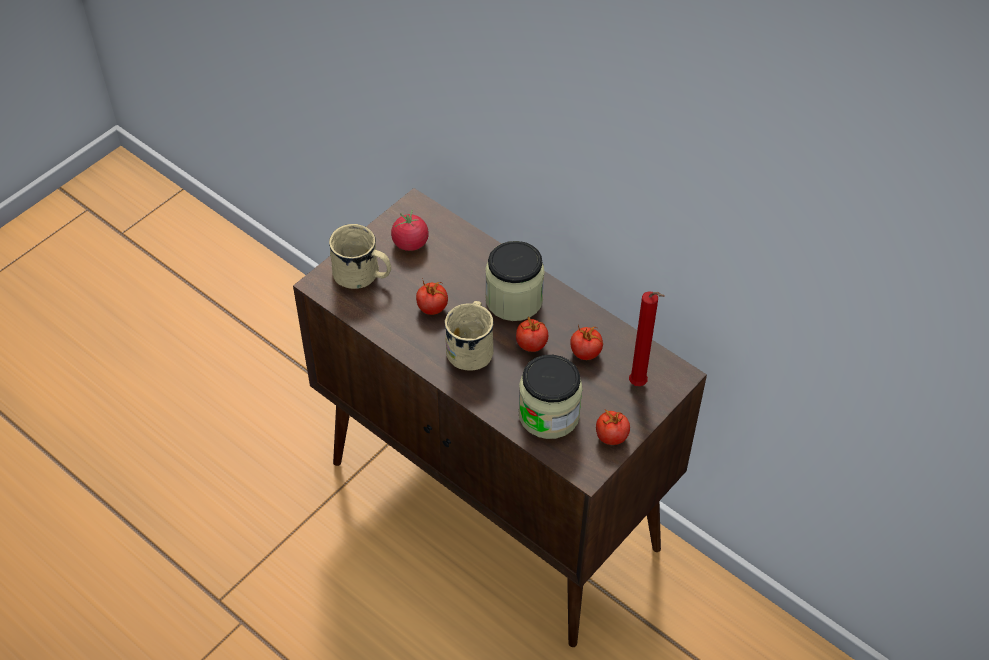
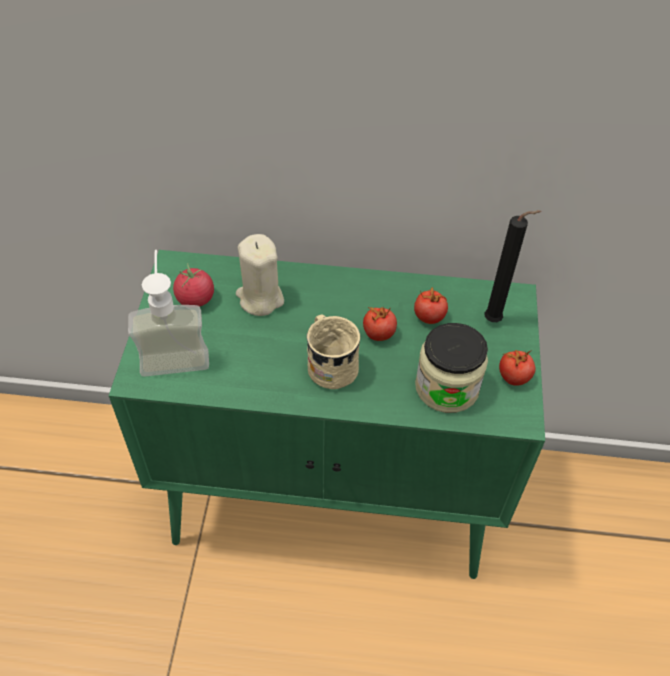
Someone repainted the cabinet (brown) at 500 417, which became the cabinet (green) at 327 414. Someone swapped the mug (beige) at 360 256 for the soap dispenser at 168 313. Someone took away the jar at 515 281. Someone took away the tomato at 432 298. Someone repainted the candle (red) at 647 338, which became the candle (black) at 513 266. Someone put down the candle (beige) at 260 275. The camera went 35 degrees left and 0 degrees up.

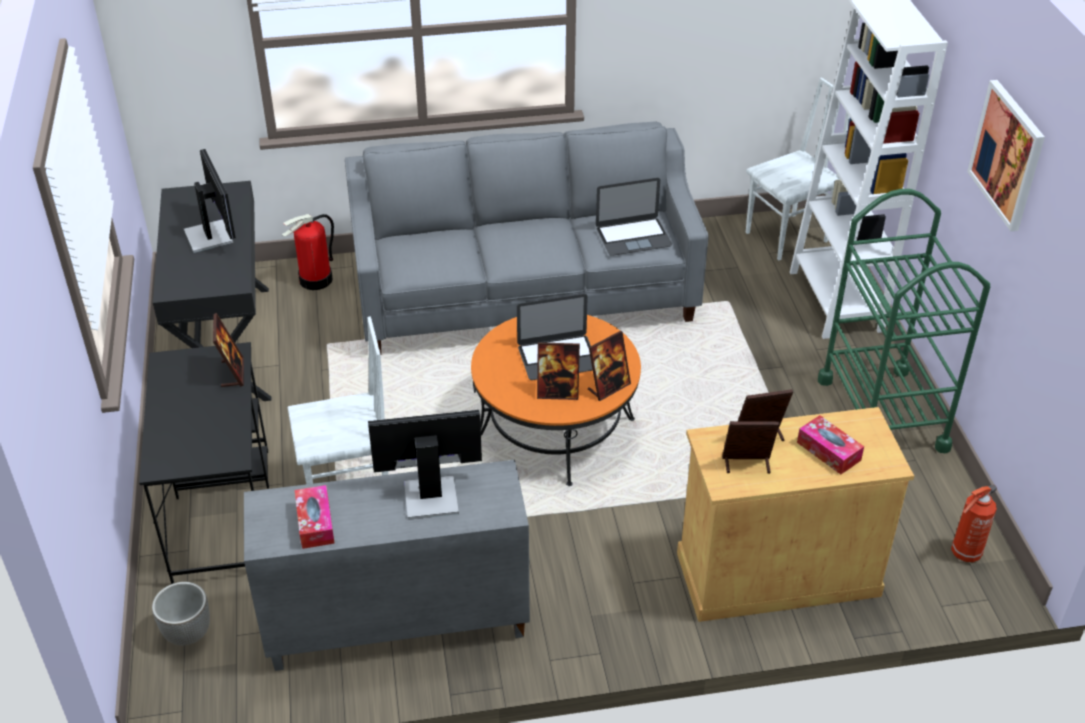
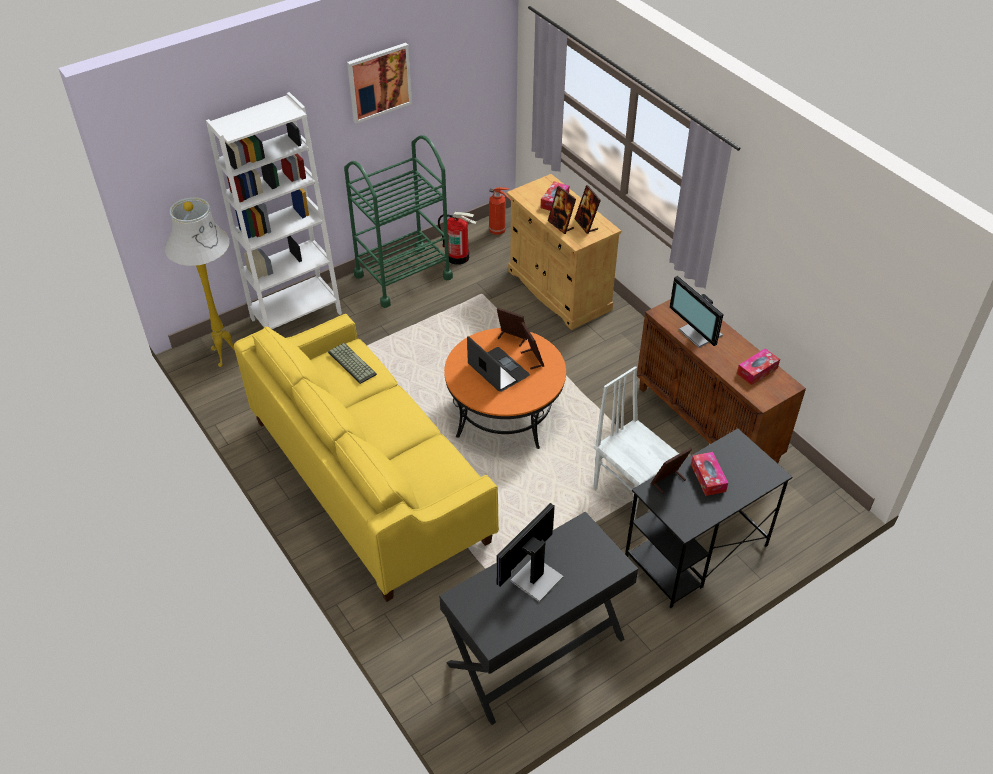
Someone swapped the chair (white) at 798 168 for the floor lamp (white) at 200 282. Someone repainted the sofa (grey) at 526 238, which became the sofa (yellow) at 366 458. Someone swapped the laptop at 634 217 for the keyboard at 352 363. Someone carried the fire extinguisher from 308 252 to 457 238. Someone repainted the cabinet (grey) at 387 565, which became the cabinet (brown) at 721 381. Someone took away the planter at 181 613. Someone put down the tissue box at 709 474. The camera went 115 degrees left and 5 degrees up.

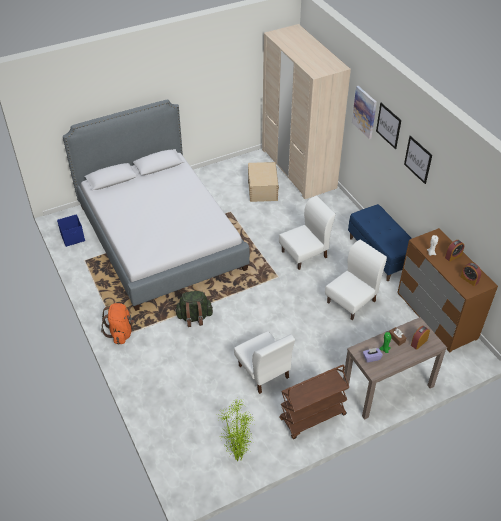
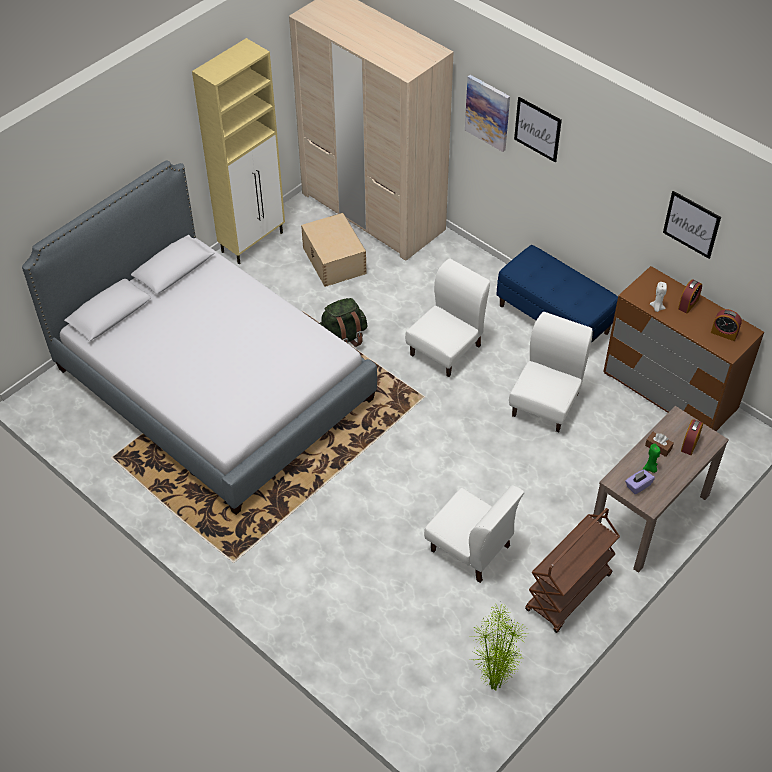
Someone carried the picture from 418 160 to 692 225. Someone took away the storage box (blue) at 71 230. Someone carried the backpack (green) from 194 309 to 343 322. Someone took away the backpack (orange) at 118 323. Someone put down the cabinet (beige) at 238 151. The camera went 20 degrees left and 5 degrees up.

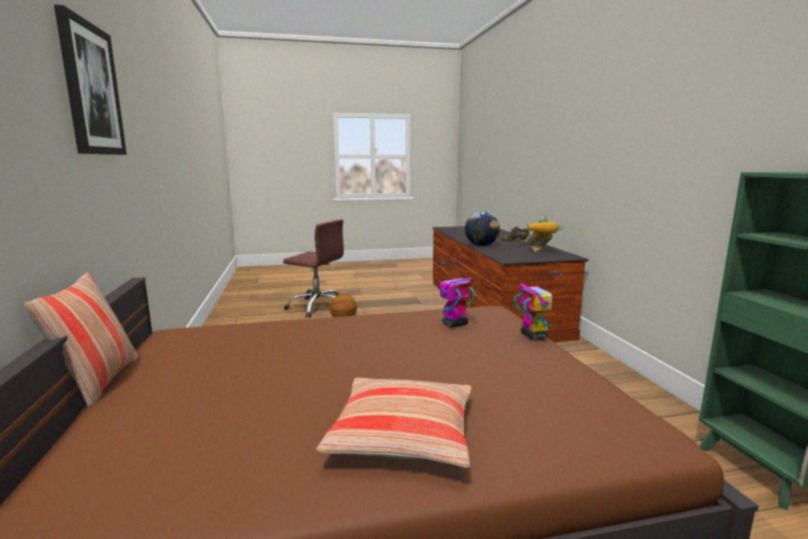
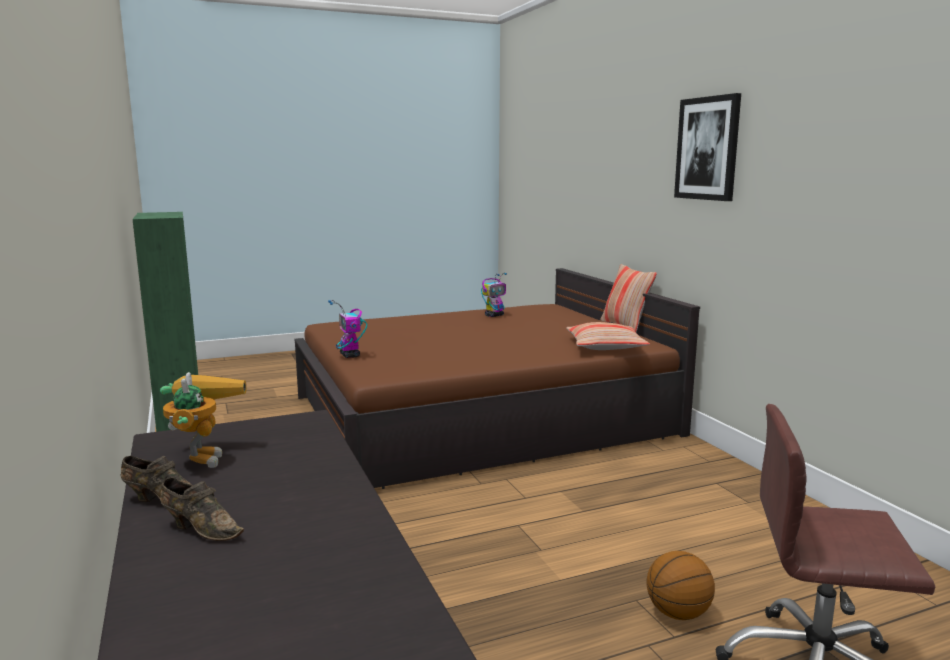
Someone took away the globe at 482 229. Someone carried the toy robot from 457 294 to 494 295. Someone carried the pillow from 394 422 to 608 336. The camera went 170 degrees right and 0 degrees up.

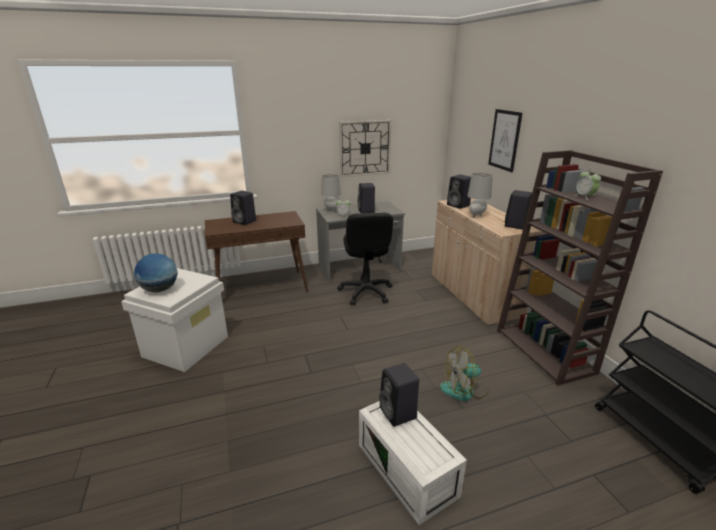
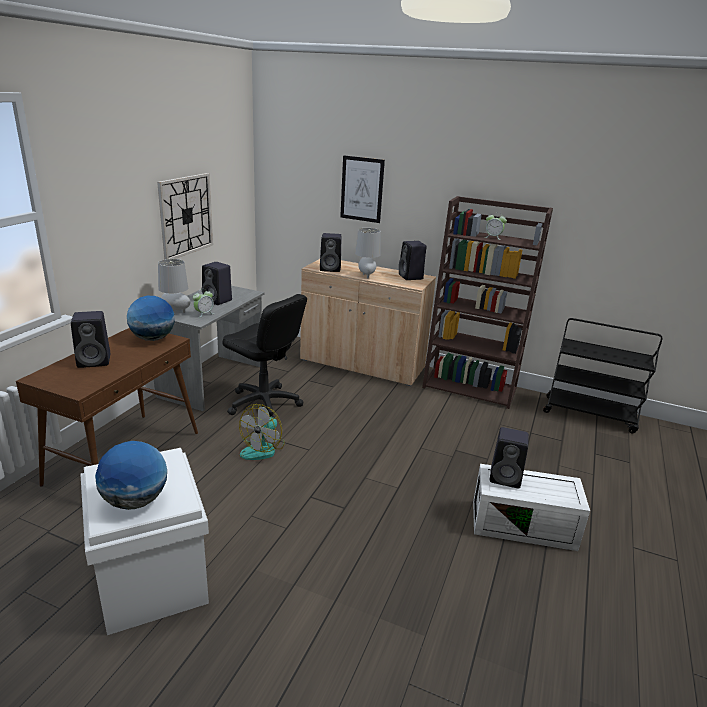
Someone carried the fan from 464 373 to 262 432. Someone put down the globe at 151 318. The camera went 50 degrees left and 0 degrees up.

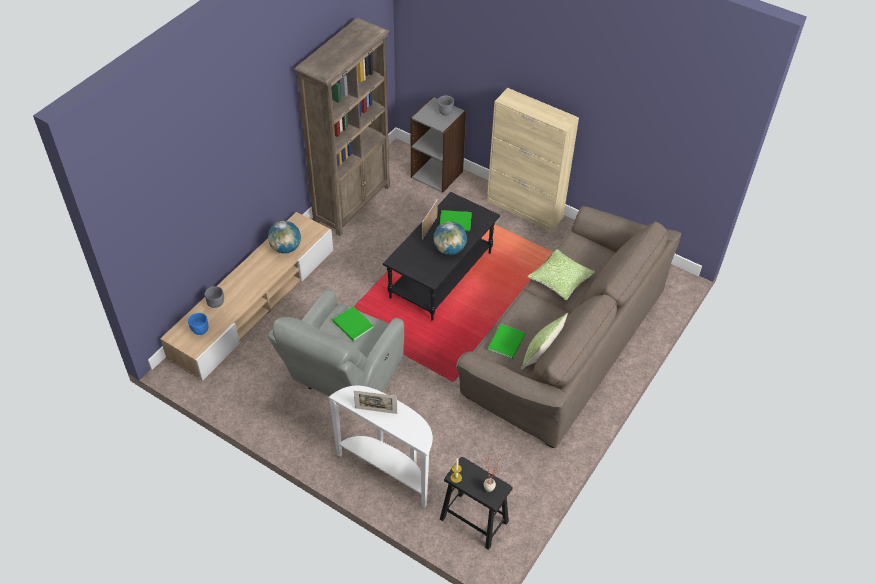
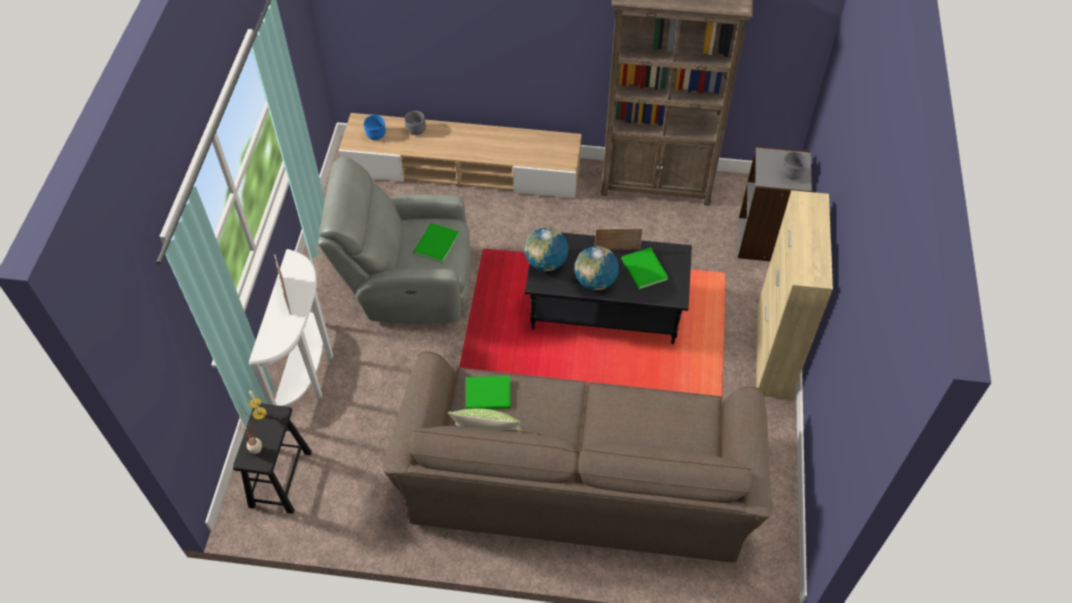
Someone carried the globe from 284 237 to 546 249. Someone took away the pillow at 561 274. The camera went 65 degrees right and 5 degrees up.

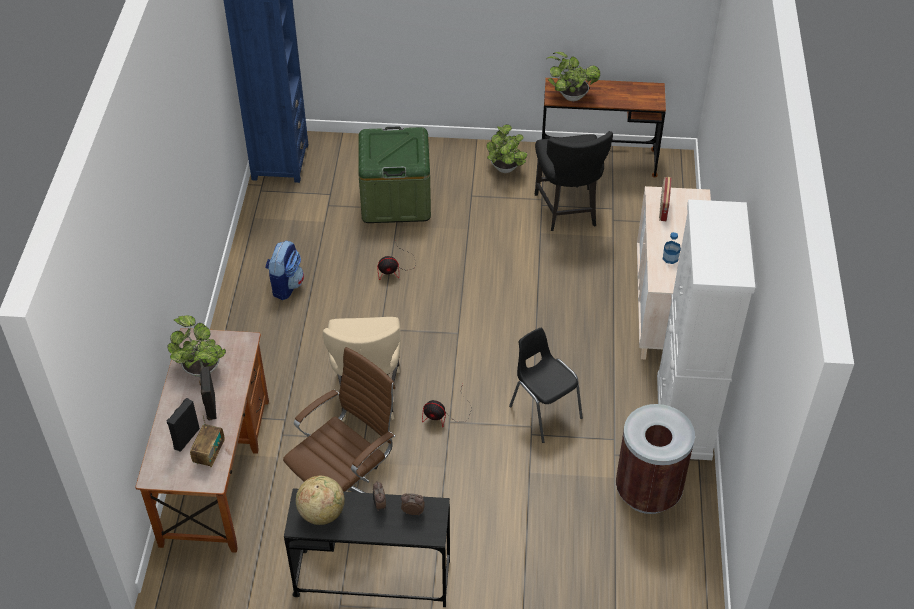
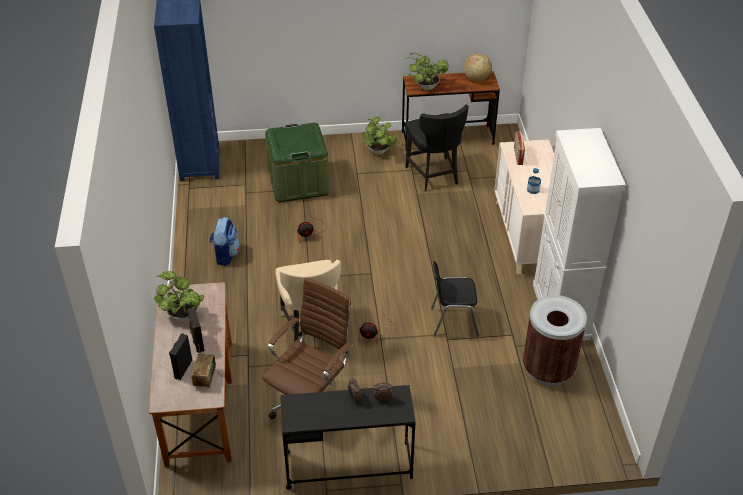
Someone rotated the chair (black) at 546 385 by 45 degrees counterclockwise. Someone carried the globe from 320 500 to 478 67. The camera went 10 degrees left and 5 degrees down.

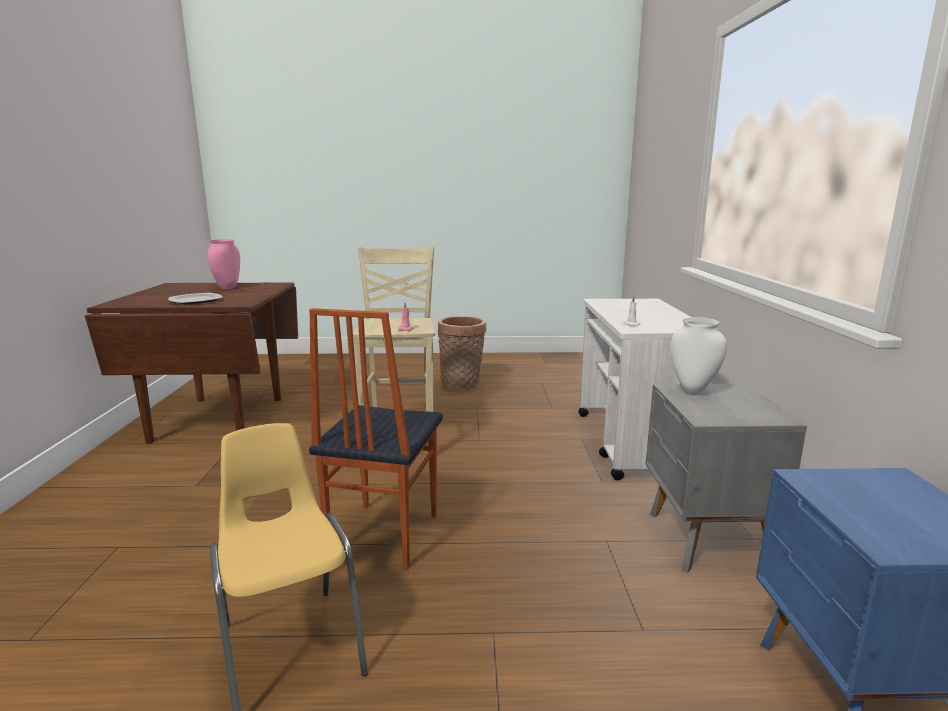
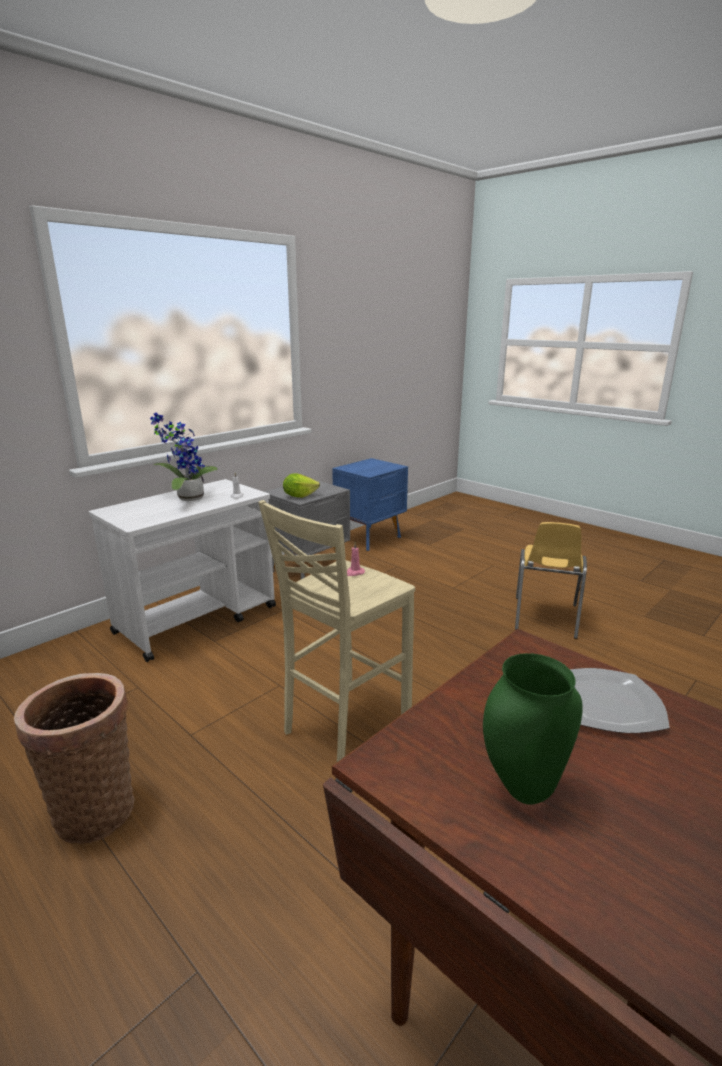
Someone repainted the vase (pink) at 223 264, which became the vase (green) at 533 729. Someone took away the chair at 376 438. Someone swapped the vase (white) at 698 356 for the lettuce at 301 485. Someone put down the potted plant at 184 456. The camera went 135 degrees left and 5 degrees up.

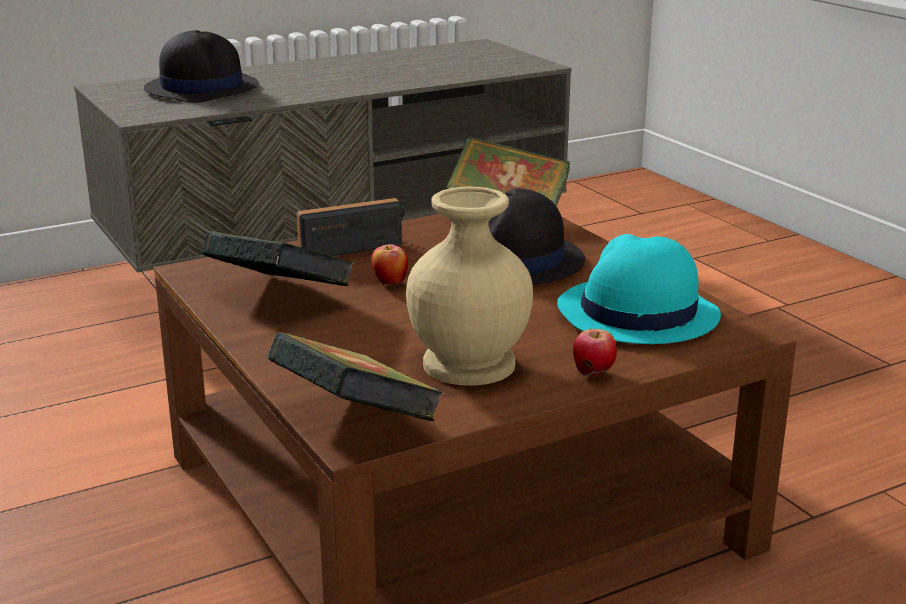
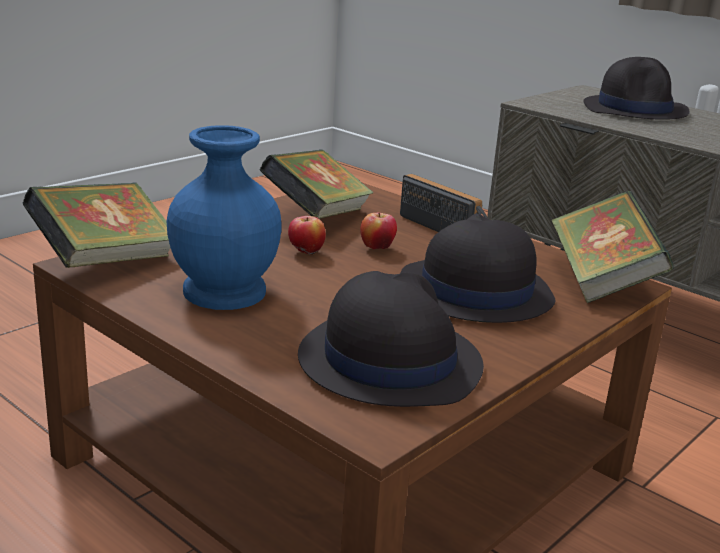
Someone repainted the vase (beige) at 469 286, which became the vase (blue) at 224 218. Someone repainted the hat (turquoise) at 639 289, which became the hat (black) at 391 339. Someone carried the apple from 595 352 to 307 235. The camera went 70 degrees right and 0 degrees up.

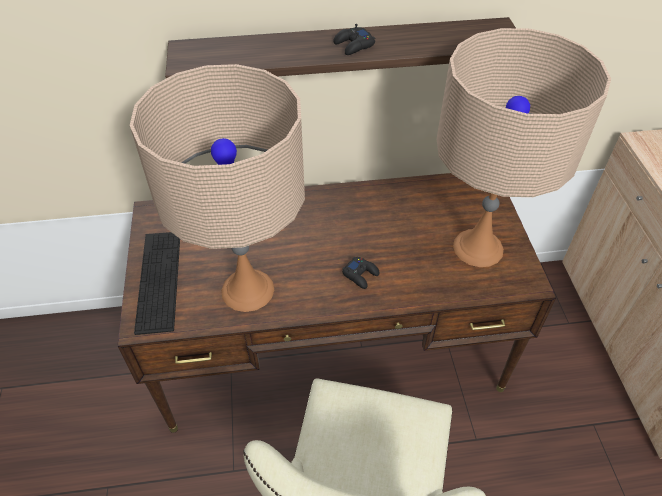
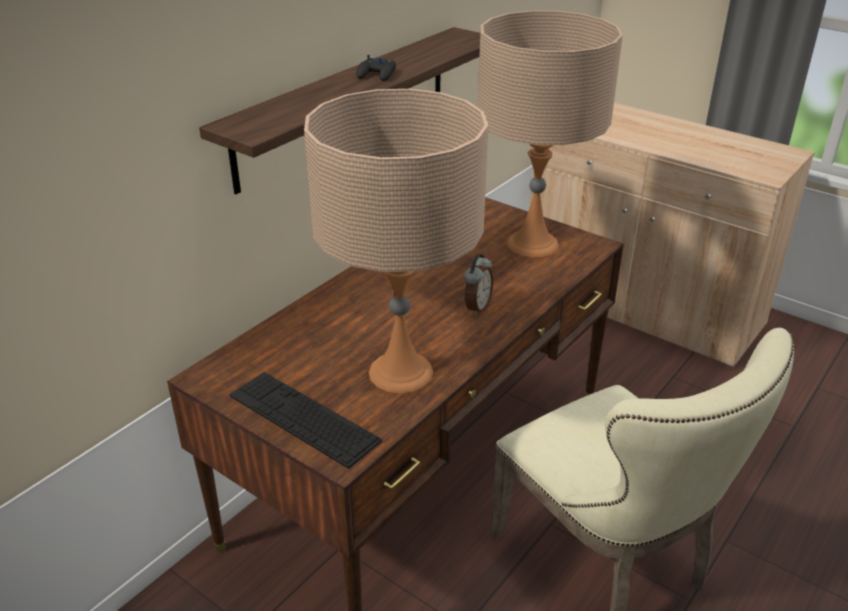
Someone swapped the game controller (black) at 361 273 for the alarm clock at 478 285. The camera went 45 degrees left and 15 degrees down.

